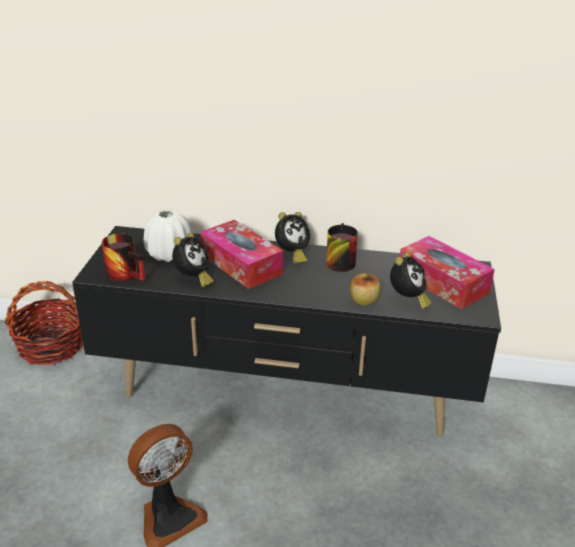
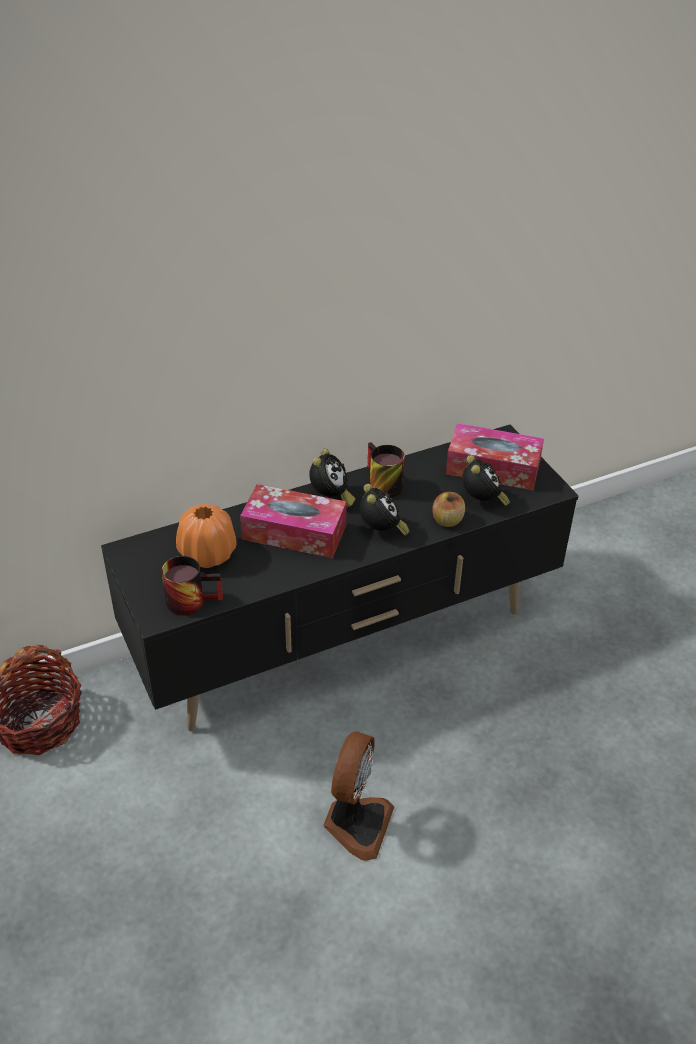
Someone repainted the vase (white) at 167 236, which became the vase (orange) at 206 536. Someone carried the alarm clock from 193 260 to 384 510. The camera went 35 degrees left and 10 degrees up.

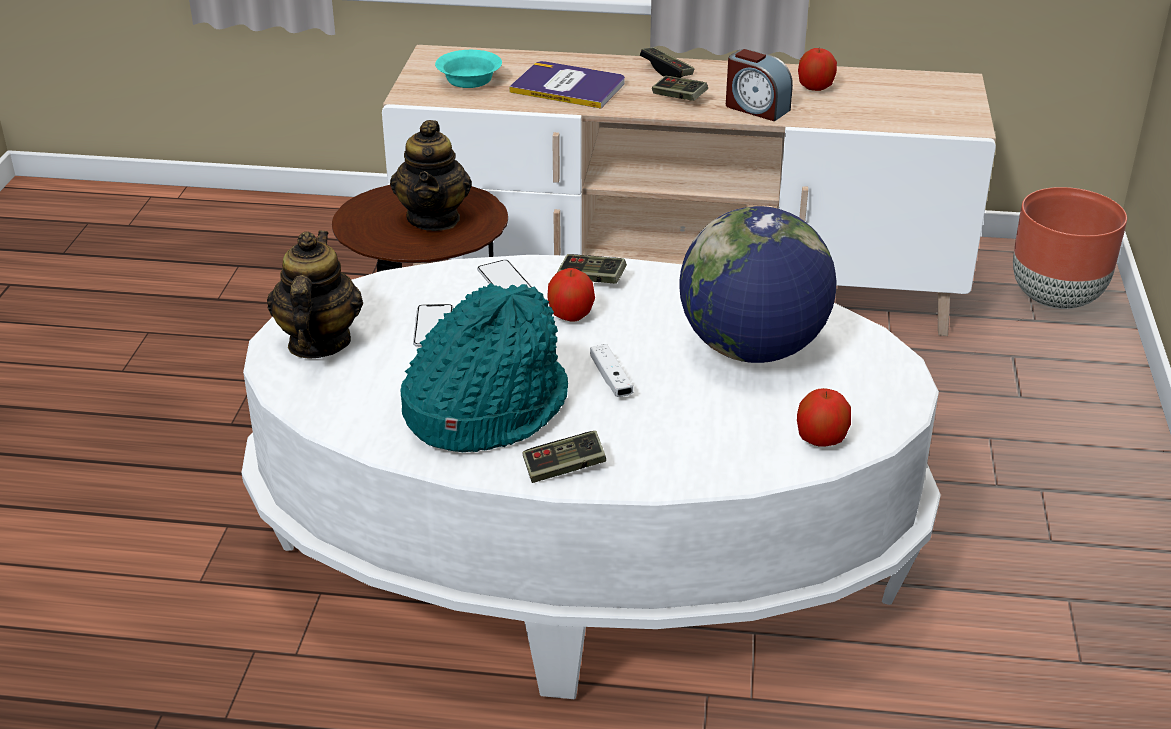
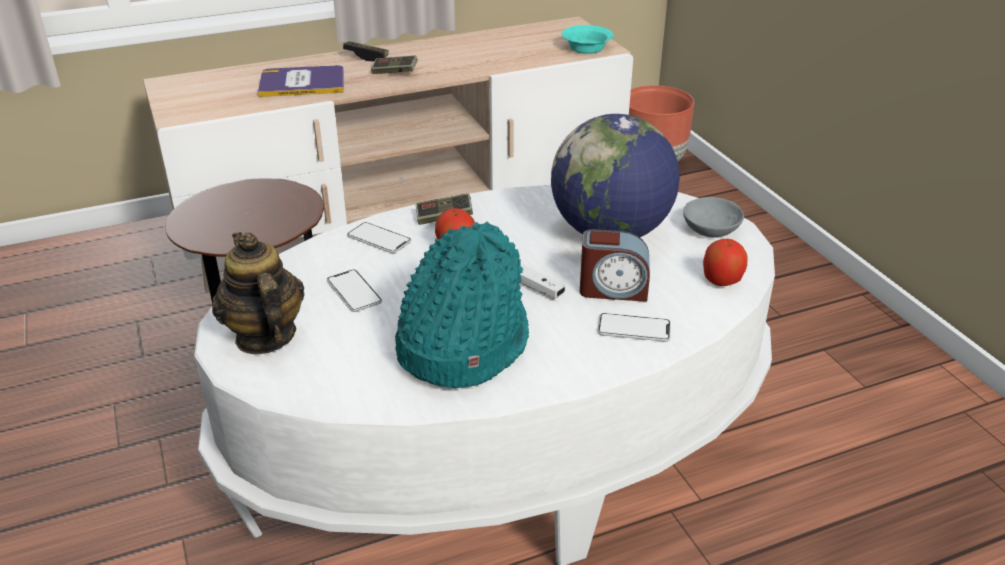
Someone took away the apple at 817 69. Someone carried the alarm clock from 759 85 to 615 265. Someone carried the bowl (turquoise) from 468 69 to 588 39. Someone took away the teapot at 431 175. Someone took away the game controller at 564 457. Someone put down the bowl (grey) at 713 217. Someone put down the phone at 634 327. The camera went 30 degrees left and 0 degrees up.

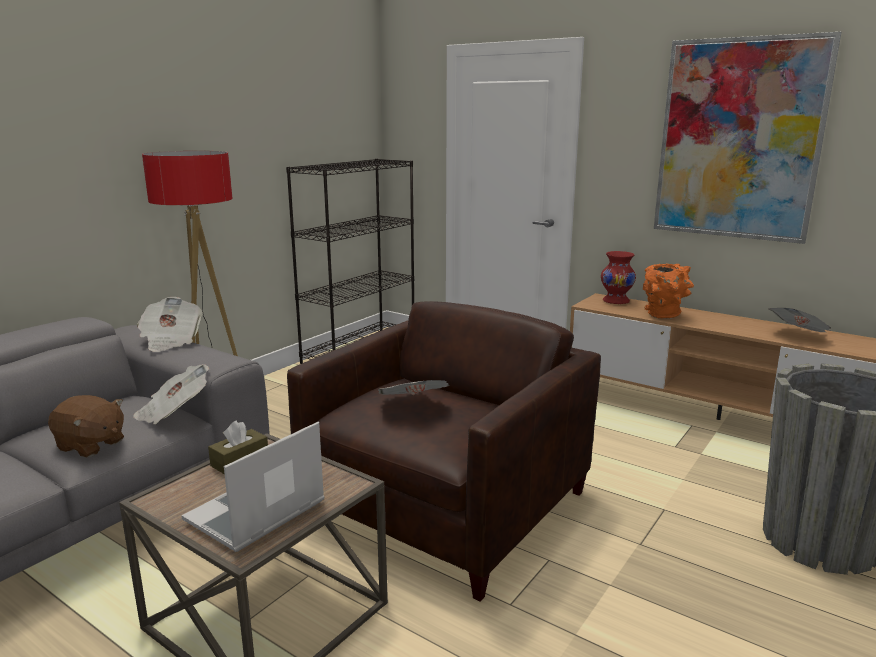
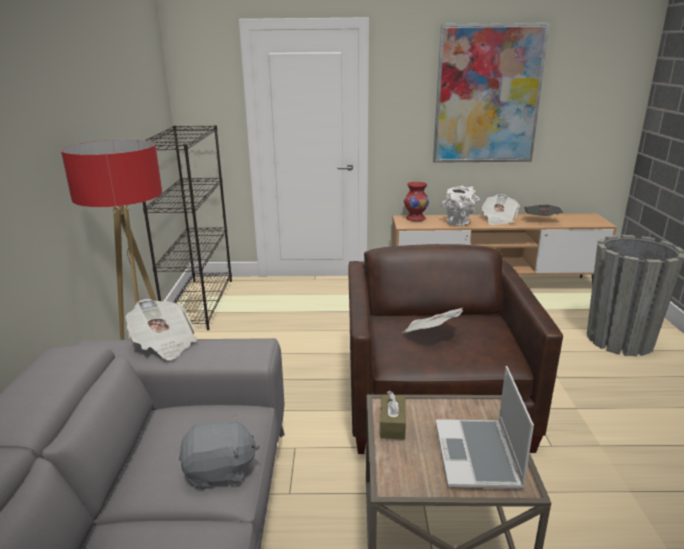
Someone repainted the vase (orange) at 668 291, which became the vase (white) at 460 206. Someone carried the newspaper from 171 394 to 500 209. Someone repainted the plush toy (brown) at 86 426, which became the plush toy (grey) at 219 451. The camera went 35 degrees left and 5 degrees up.

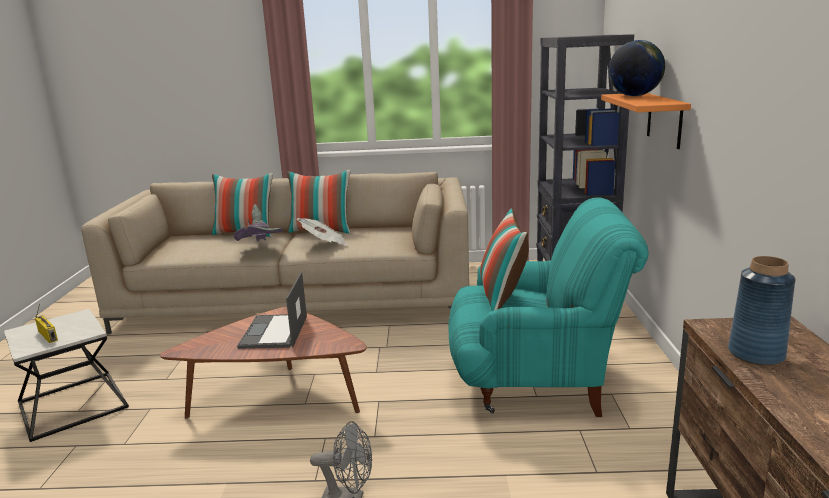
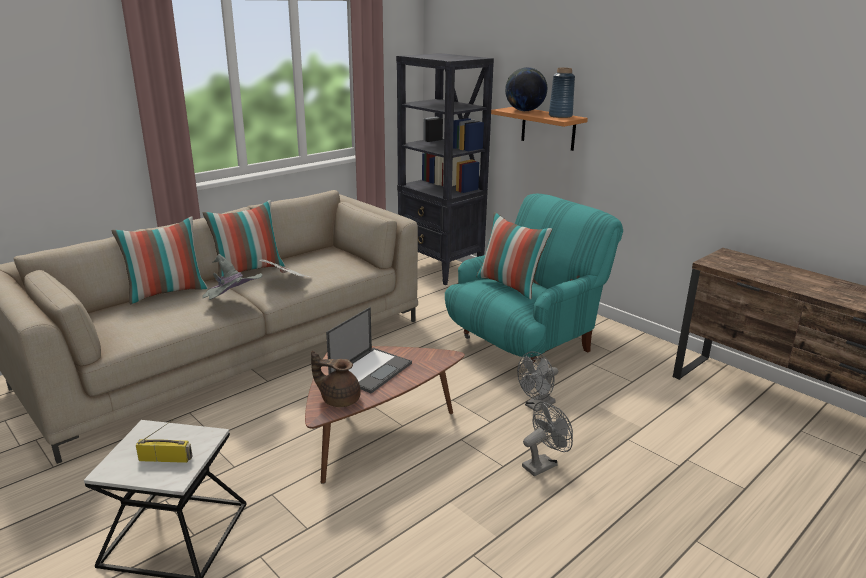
Someone carried the vase (blue) from 762 311 to 562 93. Someone rotated the laptop at 272 310 by 105 degrees counterclockwise. Someone put down the teapot (brown) at 336 379. Someone put down the fan (grey) at 537 381. The camera went 45 degrees left and 5 degrees up.

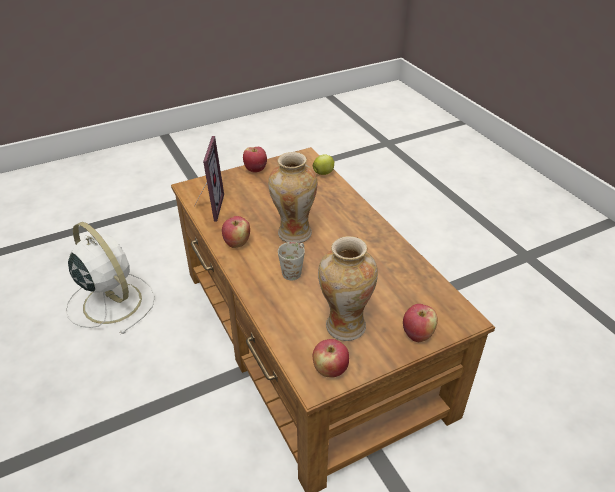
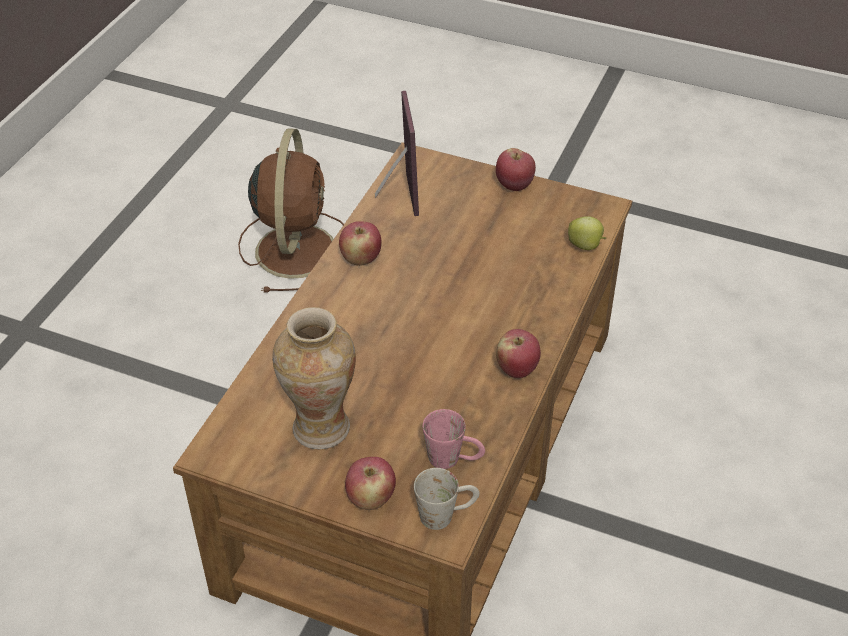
Someone rotated the picture frame at 209 178 by 60 degrees counterclockwise. Someone took away the vase at 292 197. Someone repainted the fan (white) at 110 278, which became the fan (brown) at 291 210. Someone carried the mug (white) from 291 261 to 446 499. Someone carried the apple from 331 358 to 518 353. Someone put down the mug (pink) at 454 439. The camera went 50 degrees right and 5 degrees up.

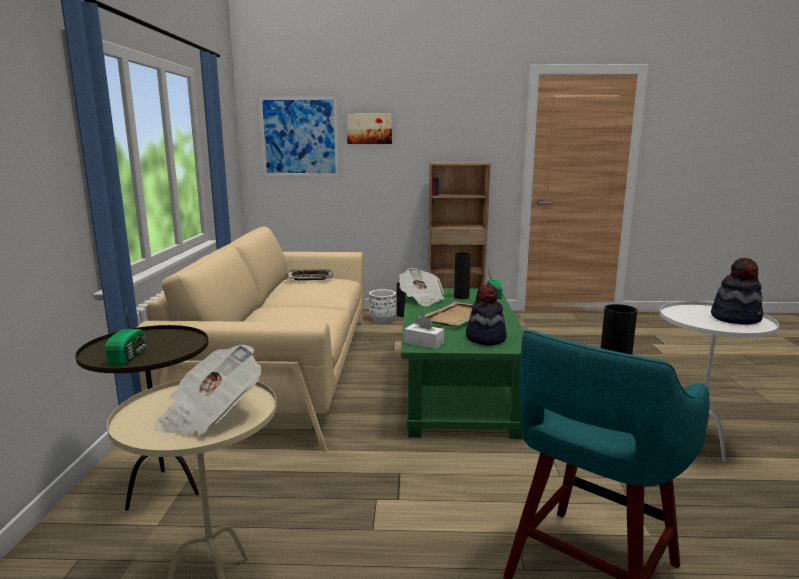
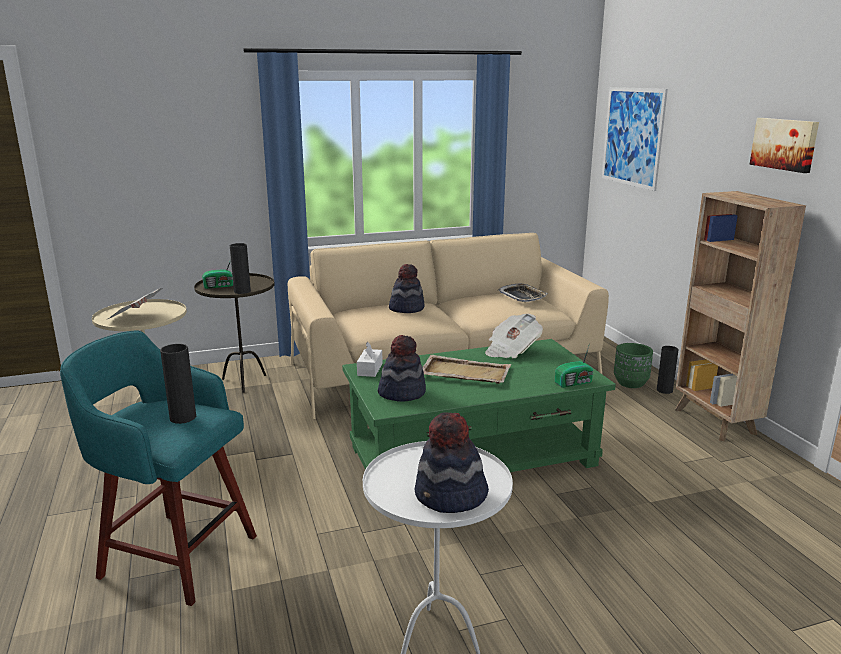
Someone carried the picture from 369 128 to 784 145. Someone carried the vase (black) from 462 275 to 240 268. Someone repainted the planter (white) at 382 306, which became the planter (green) at 633 365. Someone put down the hat at 407 288. The camera went 70 degrees right and 5 degrees up.

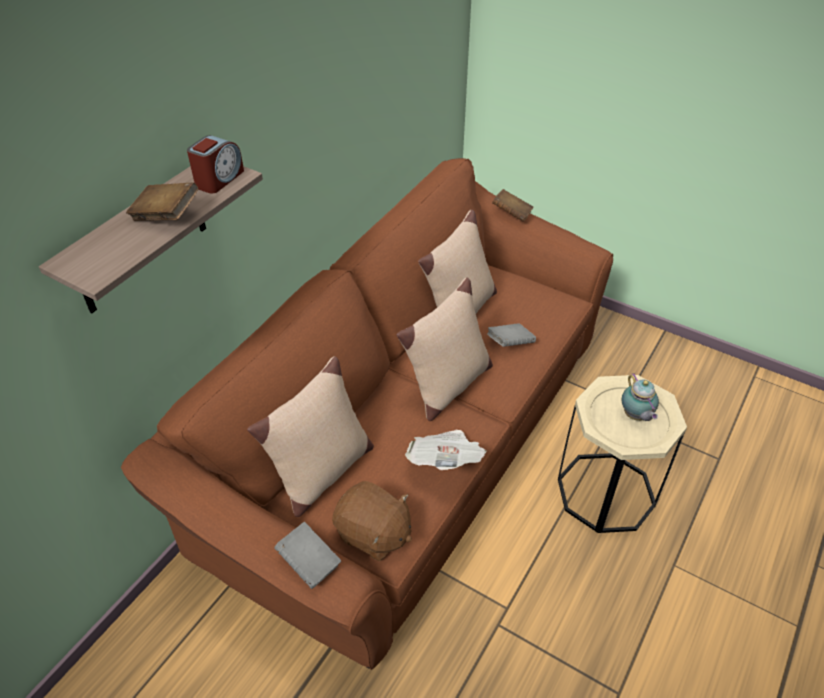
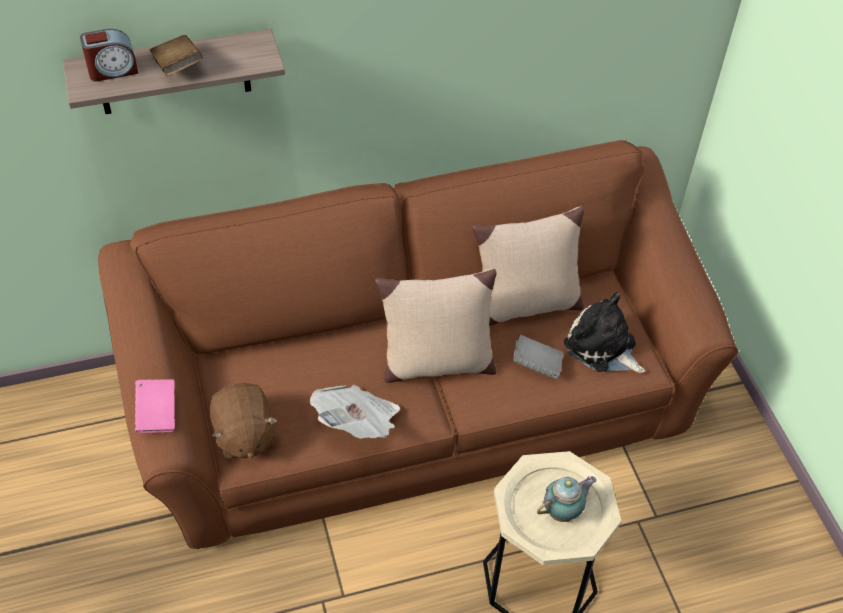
Someone carried the alarm clock from 215 164 to 109 55. Someone took away the book (brown) at 513 205. Someone took away the pillow (beige) at 310 436. Someone rotated the teapot at 640 397 by 150 degrees counterclockwise. Someone repainted the book (grey) at 307 555, which became the book (pink) at 155 406. Someone put down the plush toy at 604 332. The camera went 40 degrees right and 5 degrees up.

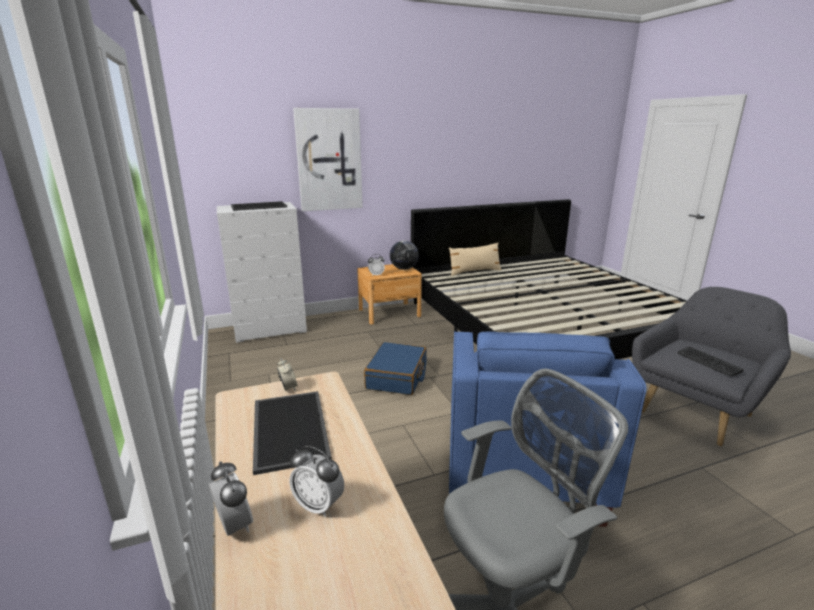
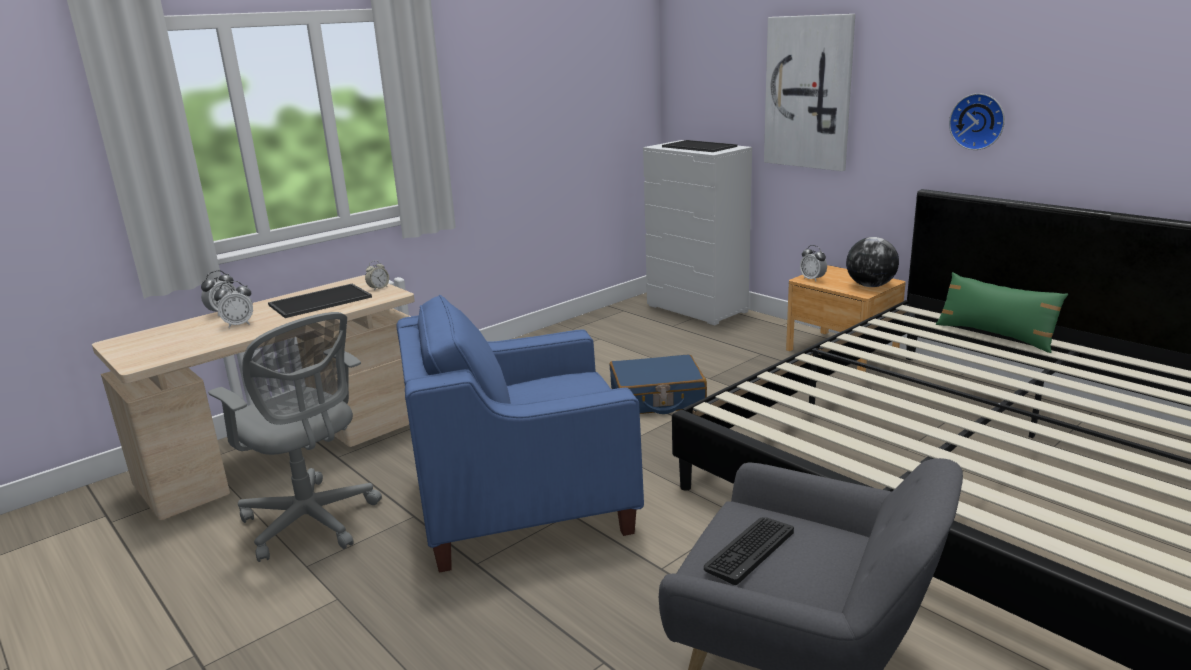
Someone repainted the pillow (beige) at 475 259, which became the pillow (green) at 1002 312. Someone rotated the alarm clock at 316 481 by 120 degrees counterclockwise. Someone put up the wall clock at 977 121. The camera went 70 degrees right and 0 degrees up.

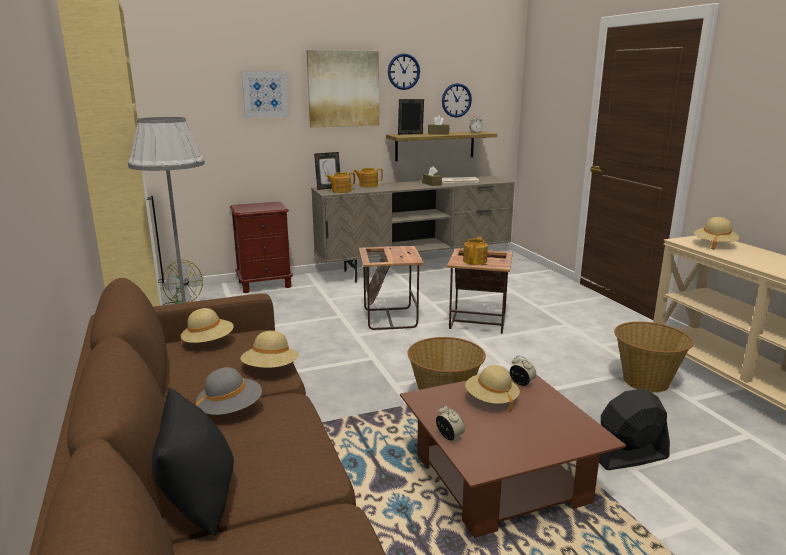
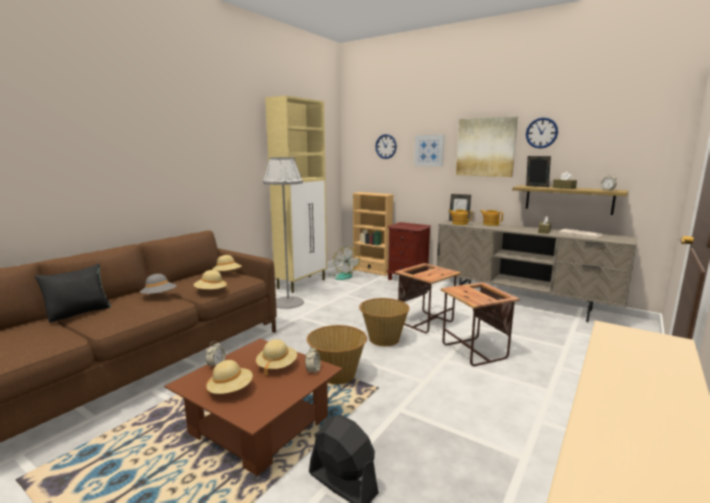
Someone carried the wall clock from 457 100 to 386 146. Someone carried the hat (beige) from 717 233 to 229 377. Someone took away the teapot at 475 251. Someone carried the basket from 653 357 to 384 322. Someone put down the bookcase (beige) at 373 234. The camera went 55 degrees right and 5 degrees down.

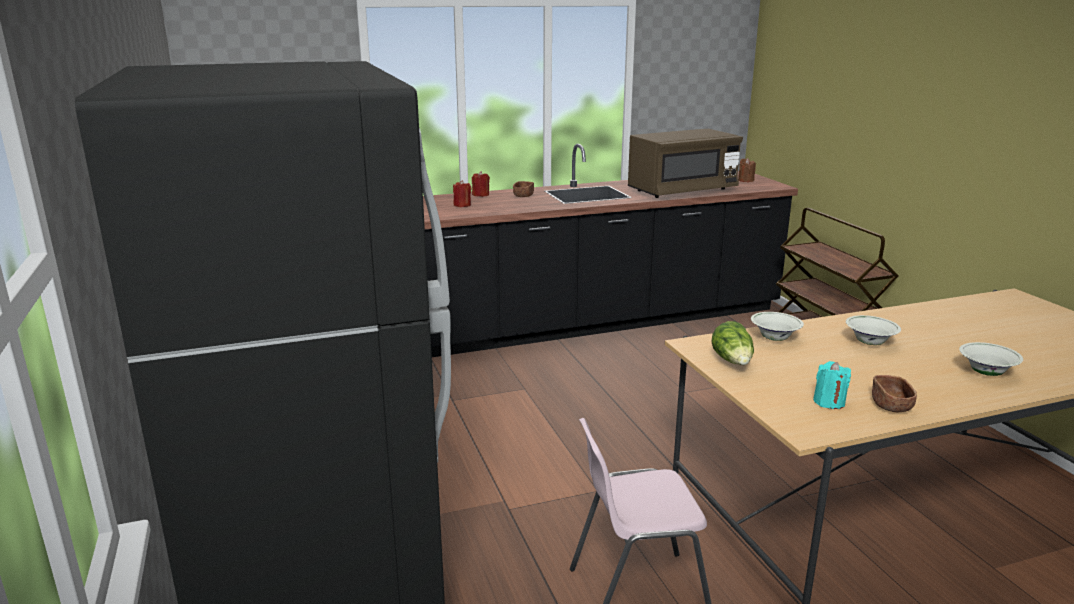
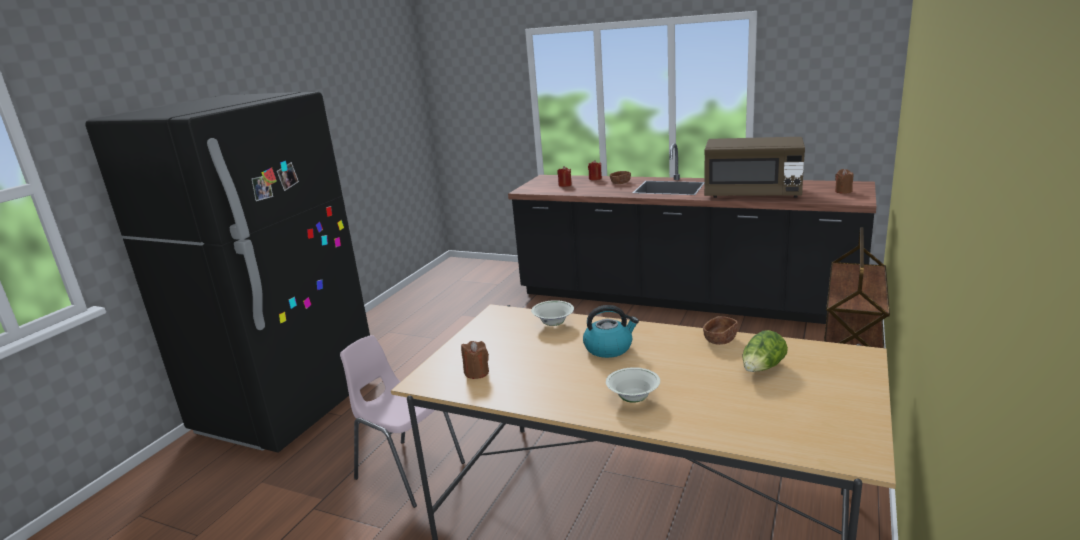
Someone swapped the bowl (white) at 873 330 for the kettle at 611 331. Someone carried the lettuce from 733 343 to 765 351. Someone repainted the candle (turquoise) at 832 385, which became the candle (brown) at 475 360. Someone carried the bowl (brown) from 894 393 to 720 330. The camera went 45 degrees right and 0 degrees up.

